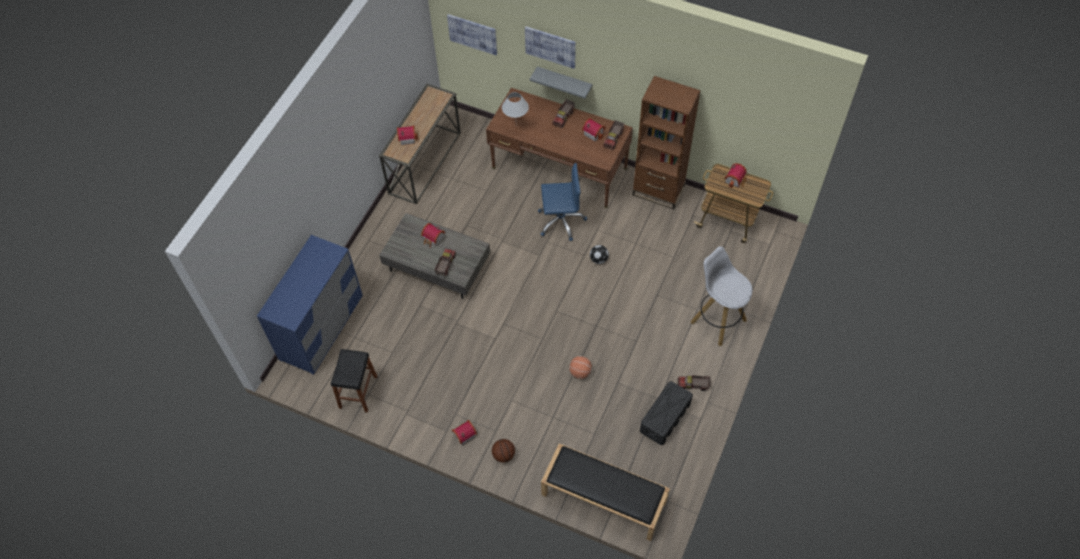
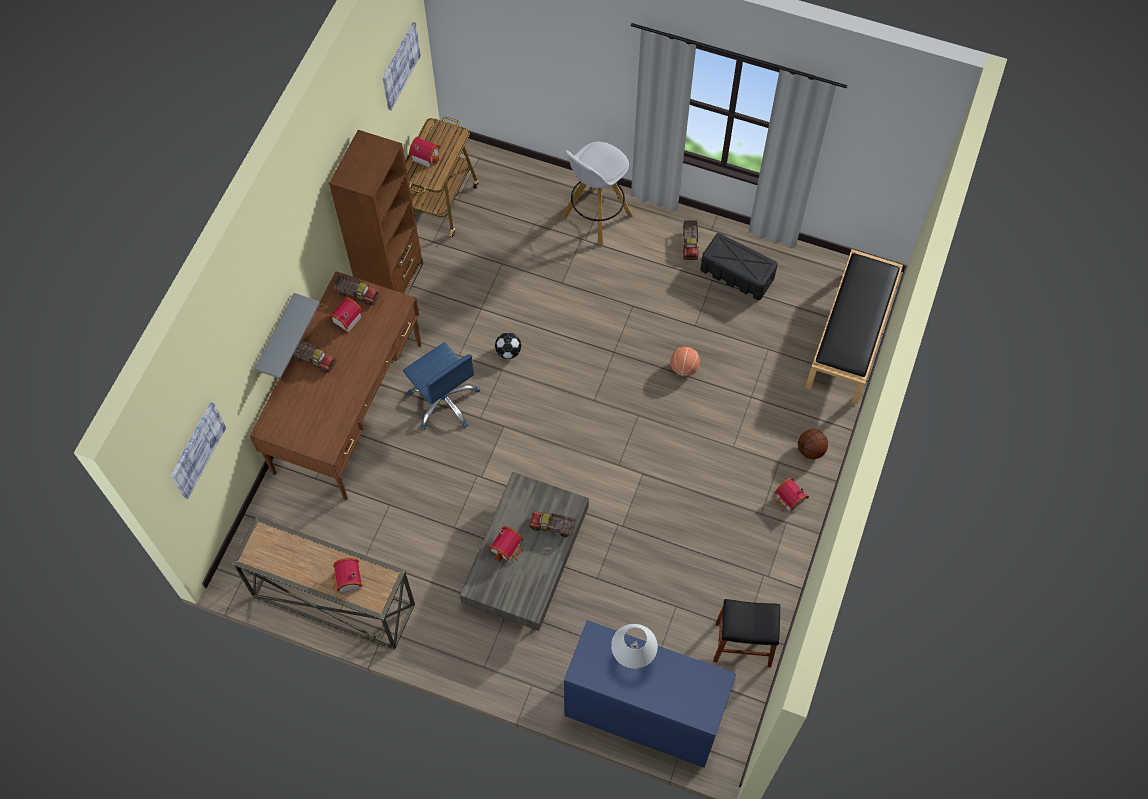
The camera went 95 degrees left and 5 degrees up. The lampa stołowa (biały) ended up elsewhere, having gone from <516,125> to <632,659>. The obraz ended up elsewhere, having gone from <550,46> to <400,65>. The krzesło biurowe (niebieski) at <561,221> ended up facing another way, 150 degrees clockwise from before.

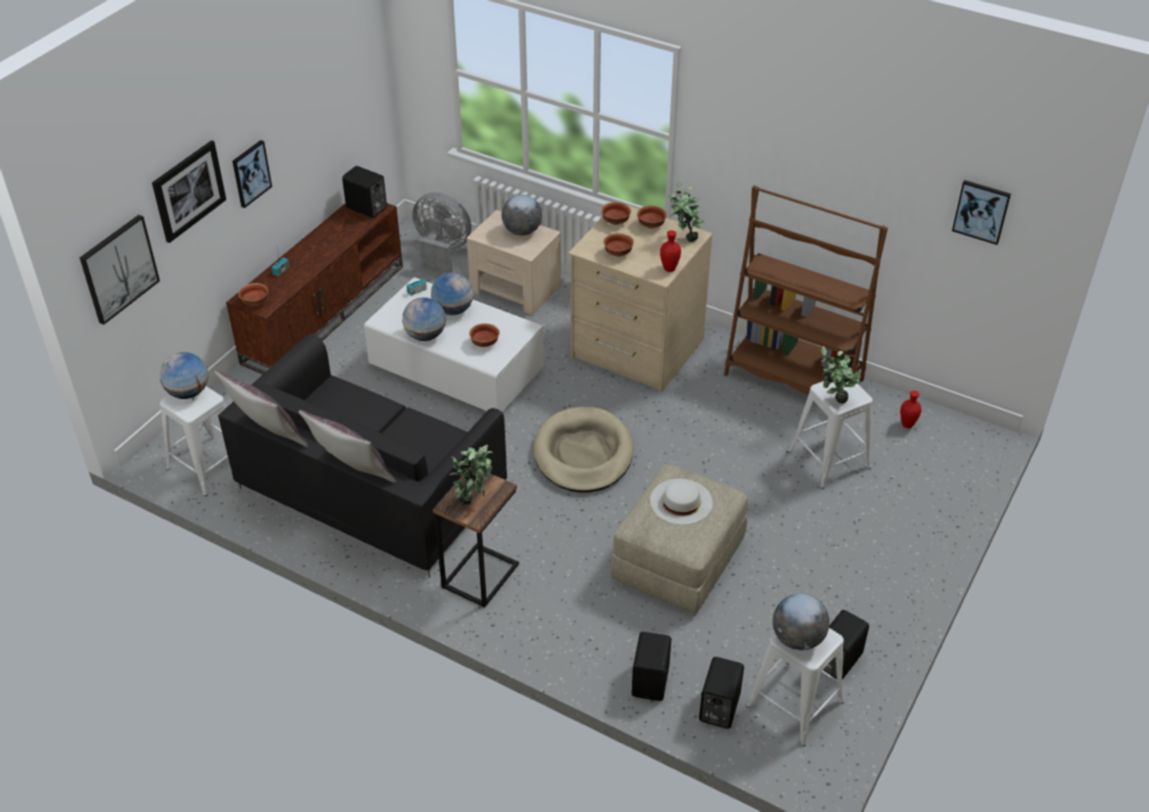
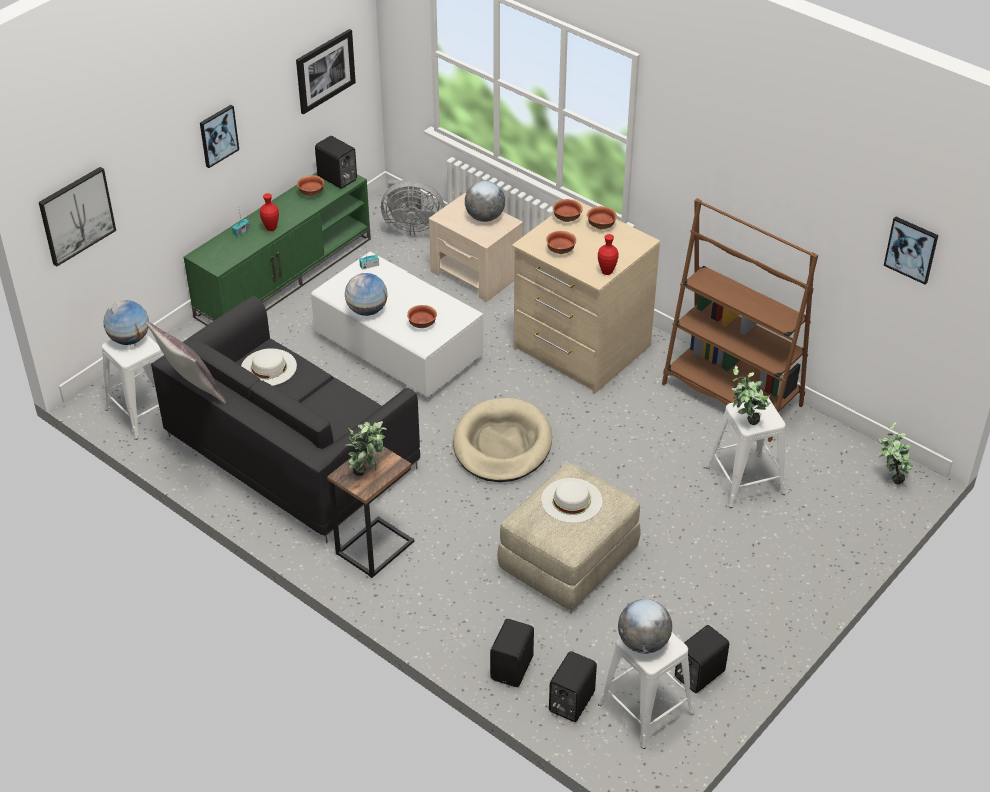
The camera went 10 degrees right and 0 degrees up. The second view lost the poduszka (szary) at <352,475>. The second view lost the globus at <453,310>. The second view gained the kapelusz (biały) at <268,367>. The obraz ended up elsewhere, having gone from <188,190> to <325,70>. The miska ended up elsewhere, having gone from <254,303> to <311,193>. The roślina doniczkowa ended up elsewhere, having gone from <684,238> to <890,479>. The wazon (czerwony) ended up elsewhere, having gone from <907,425> to <271,228>. What was the szafka pod telewizor (brązowy) at <324,312> turned into the szafka pod telewizor (zielony) at <284,276>. The wentylator (szary) at <442,252> ended up facing another way, 150 degrees clockwise from before.

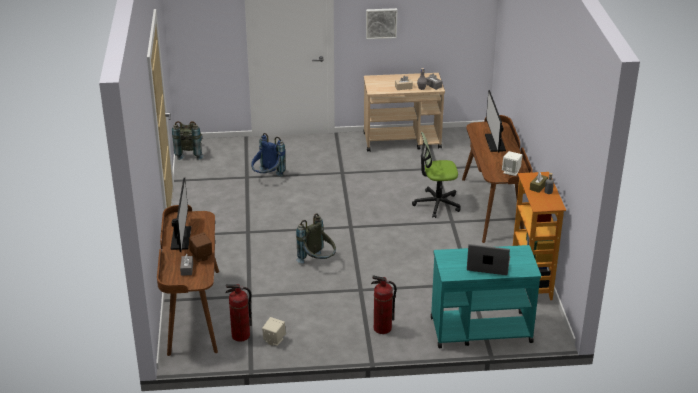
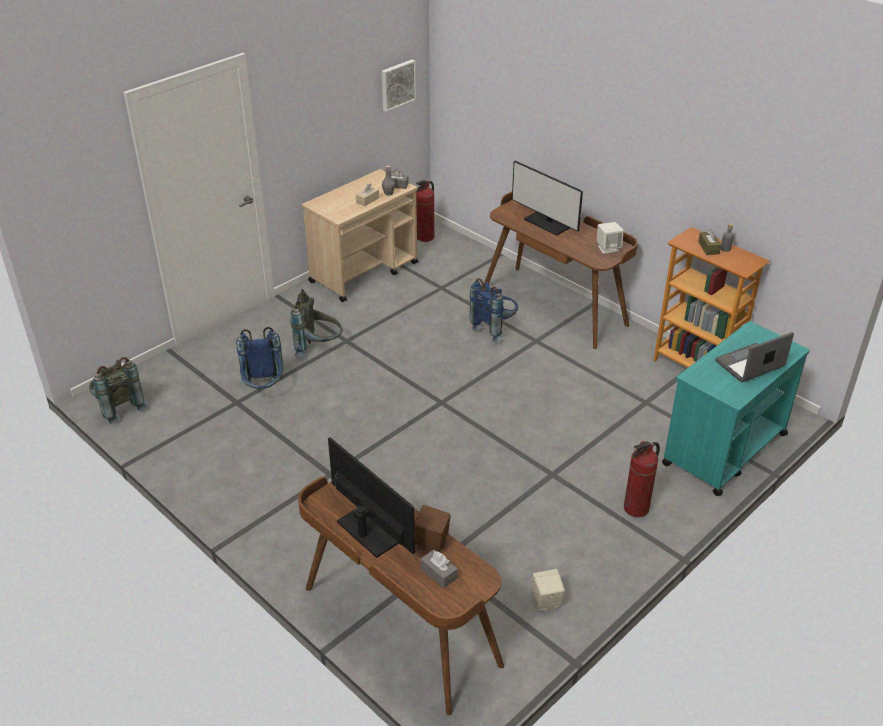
The camera went 40 degrees left and 5 degrees up. The gaśnica ended up elsewhere, having gone from <240,336> to <425,237>. The plecak (szary) ended up elsewhere, having gone from <318,262> to <318,348>. The obraz ended up elsewhere, having gone from <381,23> to <397,84>. Where the krzesło biurowe stood at <436,204>, the plecak (niebieski) came to stand at <495,328>.

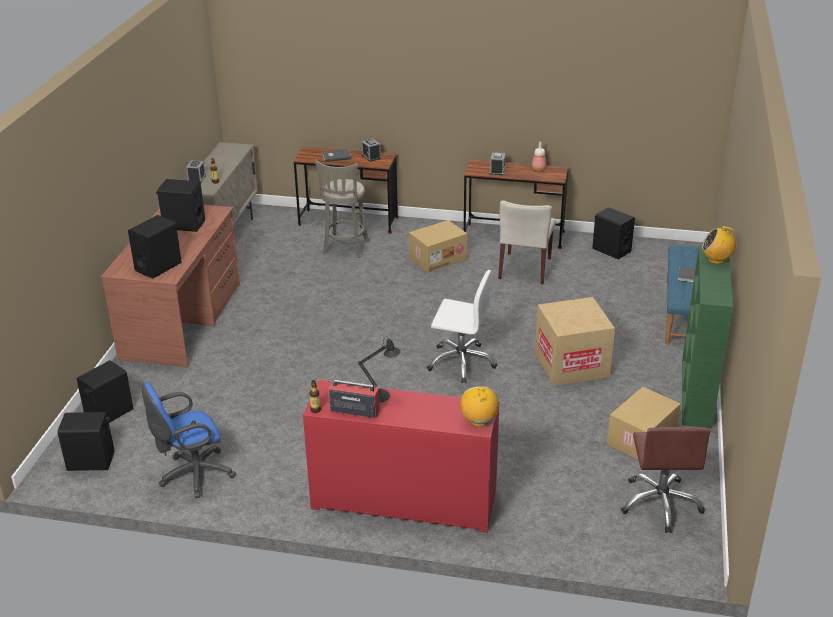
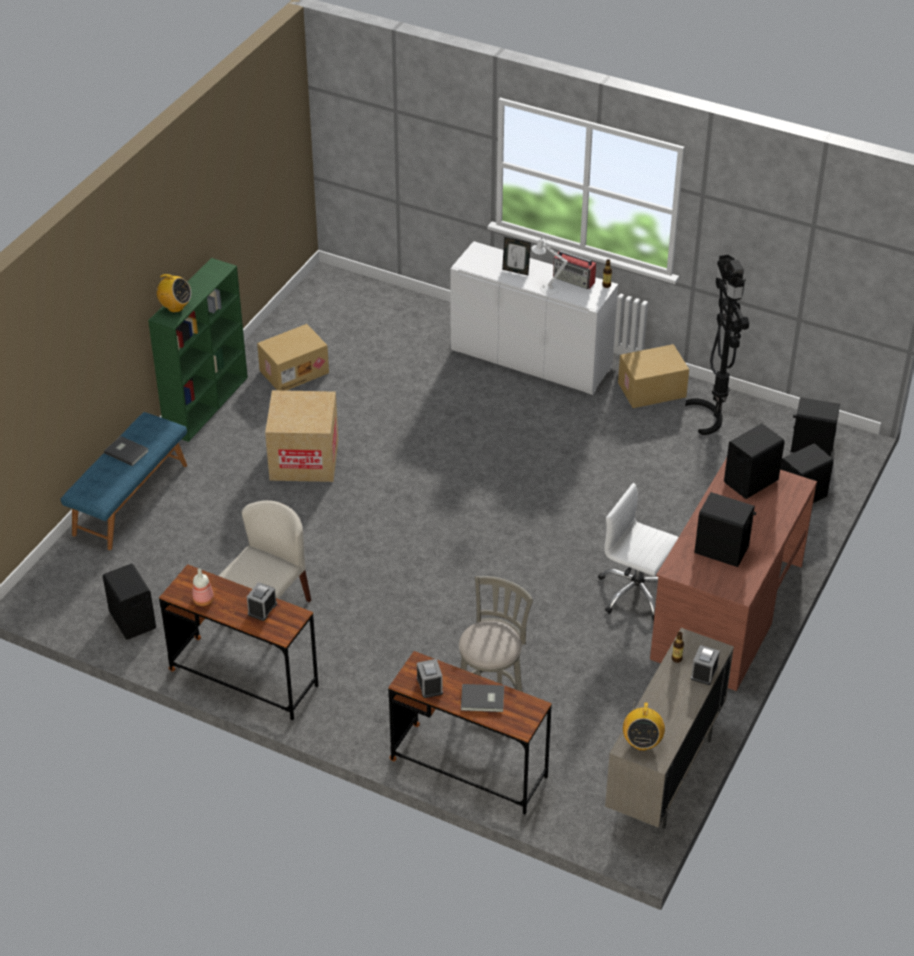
The camera went 165 degrees left and 10 degrees up. The second view lost the krzesło biurowe (brązowy) at <660,503>. The second view gained the ramka na zdjęcie at <516,271>. The karton ended up elsewhere, having gone from <438,258> to <651,390>. The krzesło biurowe (biały) ended up elsewhere, having gone from <461,362> to <636,592>. The radio ended up elsewhere, having gone from <479,421> to <642,742>. Where the krzesło biurowe (niebieski) stood at <193,475>, the lampa stojąca (czarny) came to stand at <714,415>. What was the szafka (czerwony) at <404,501> turned into the szafka (biały) at <531,359>. What was the lampa stołowa (czarny) at <382,395> turned into the lampa stołowa (biały) at <546,288>.

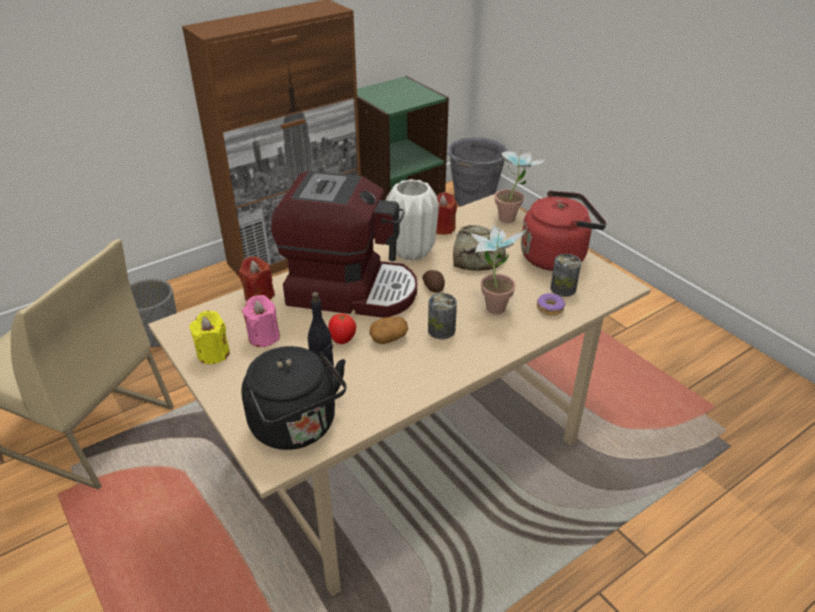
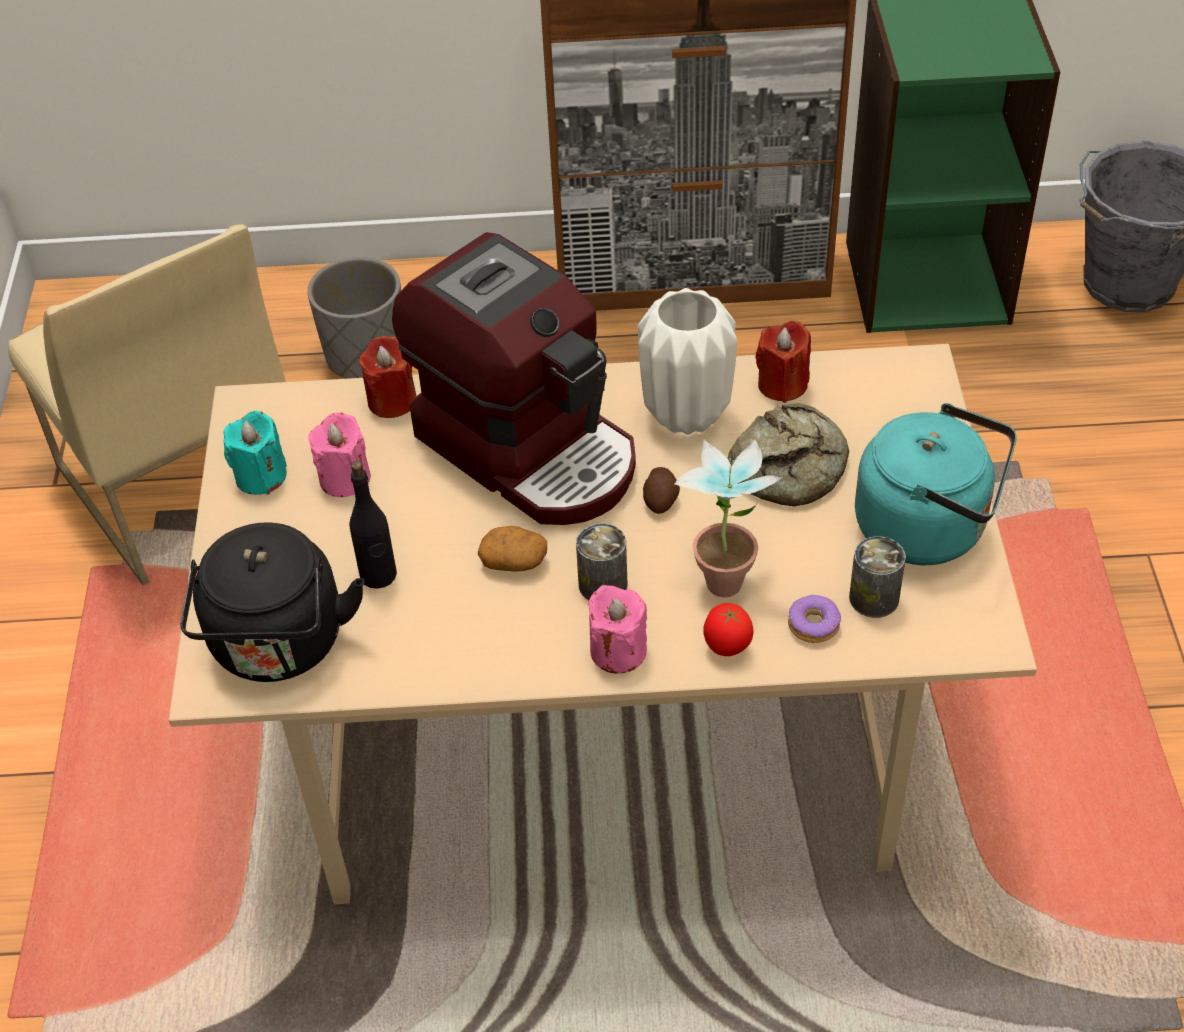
The camera went 35 degrees right and 10 degrees up. The second view lost the roślina doniczkowa at <512,217>. The second view gained the świeca (różowy) at <618,651>. The pomidor ended up elsewhere, having gone from <342,340> to <727,648>. What was the świeca (żółty) at <213,353> turned into the świeca (turkusowy) at <261,476>. What was the czajnik (czerwony) at <556,256> turned into the czajnik (turkusowy) at <929,528>.

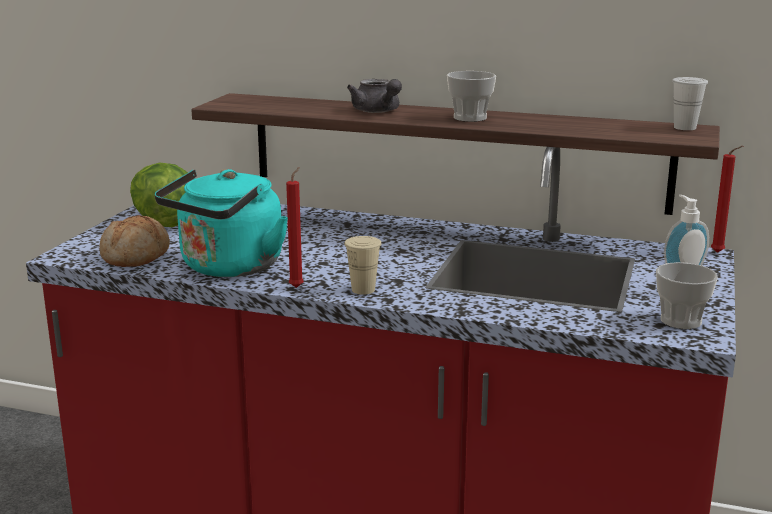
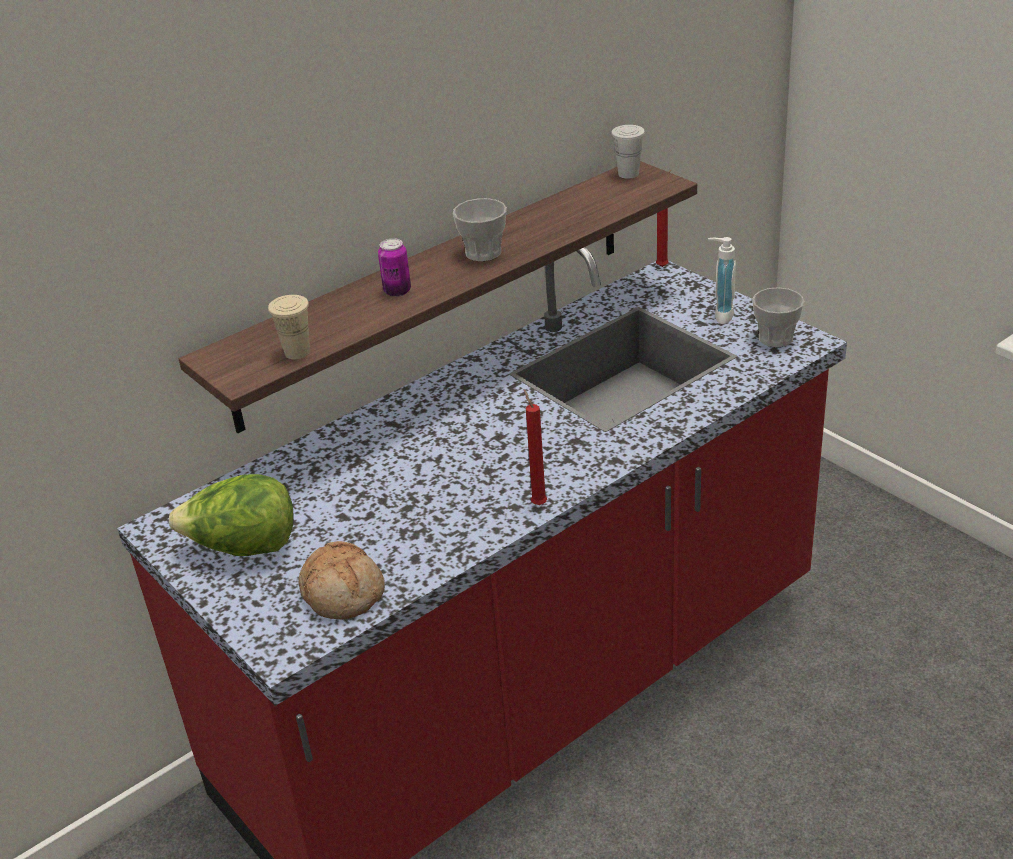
The camera went 55 degrees left and 15 degrees up. The second view lost the czajnik (turkusowy) at <228,268>. The filiżanka (beżowy) ended up elsewhere, having gone from <363,290> to <297,352>. Where the imbryk (szary) stood at <378,111>, the puszka came to stand at <397,291>.

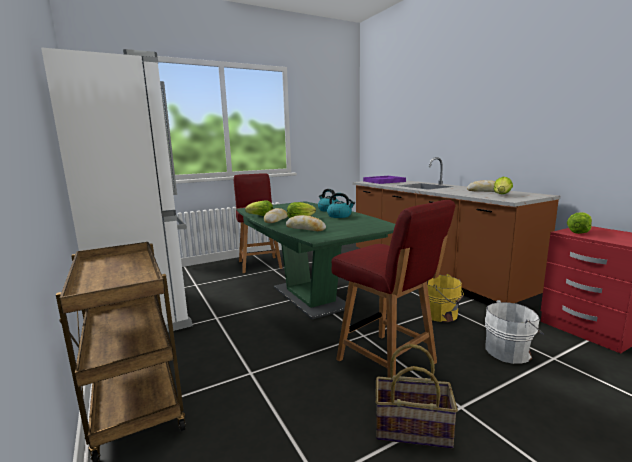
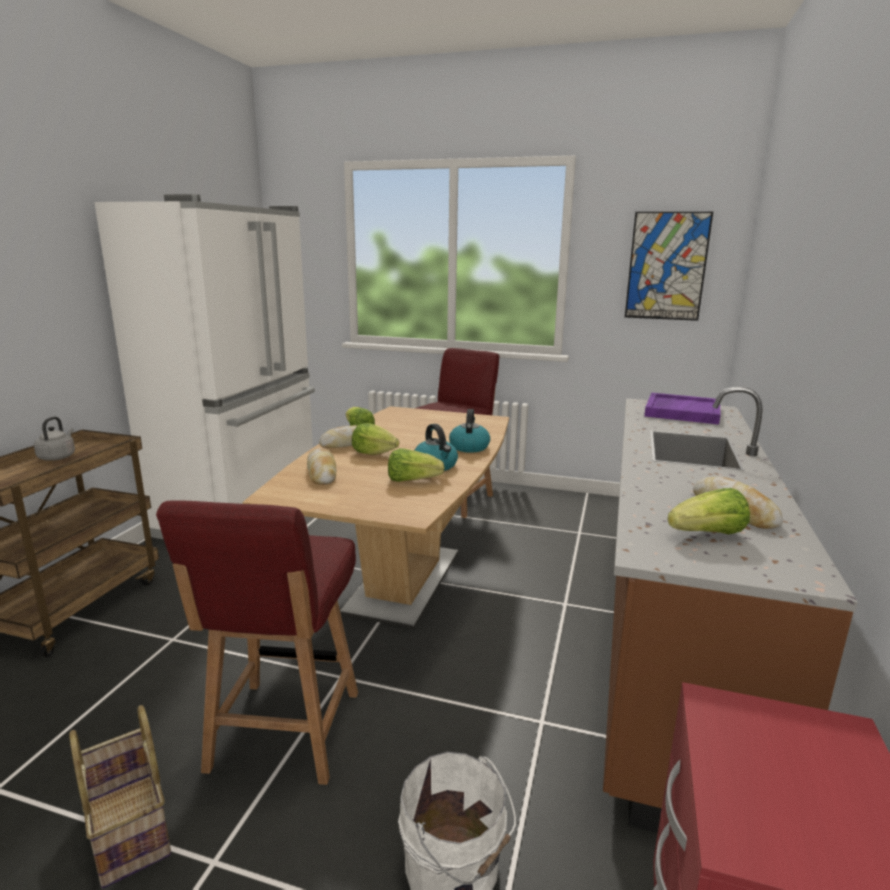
The camera went 45 degrees right and 5 degrees up. The second view lost the wiadro (żółty) at <441,314>. The second view gained the czajnik (szary) at <58,457>. The second view gained the obraz at <667,266>. The sałata ended up elsewhere, having gone from <579,231> to <412,480>. What was the stół jadalny (zielony) at <310,297> turned into the stół jadalny (brązowy) at <404,581>.

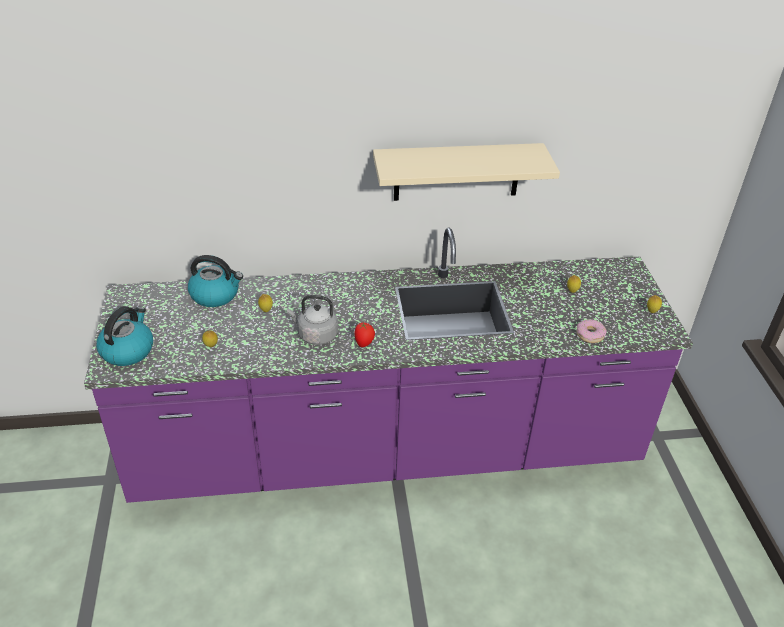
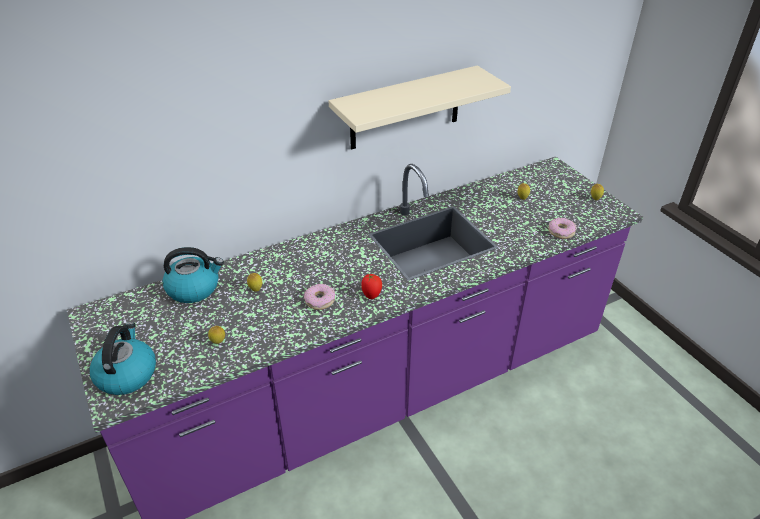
The camera went 20 degrees left and 0 degrees up. Where the czajnik (szary) stood at <315,335>, the donut came to stand at <320,300>.

